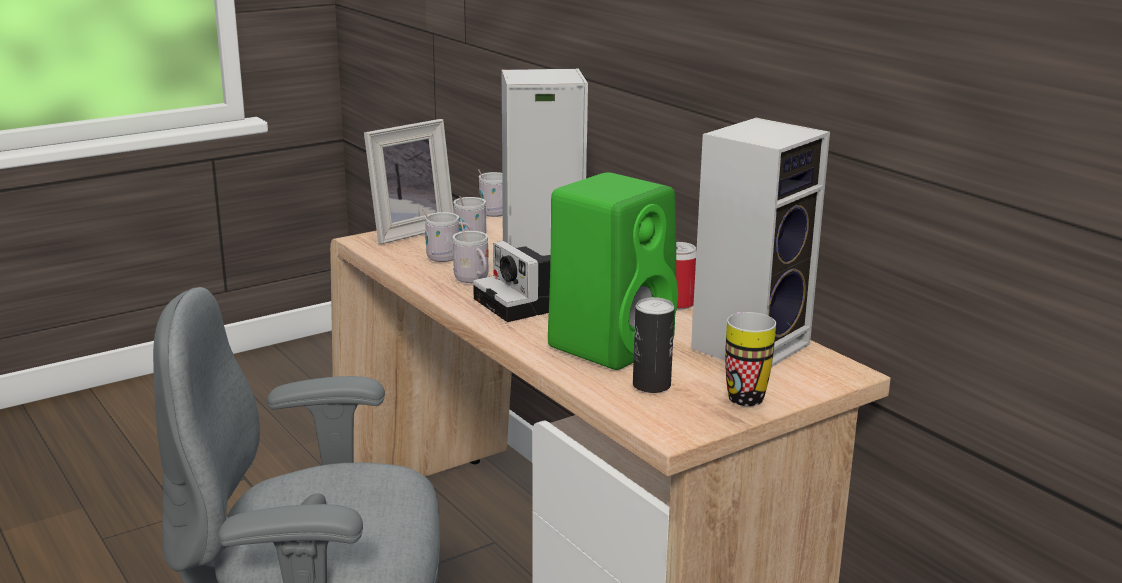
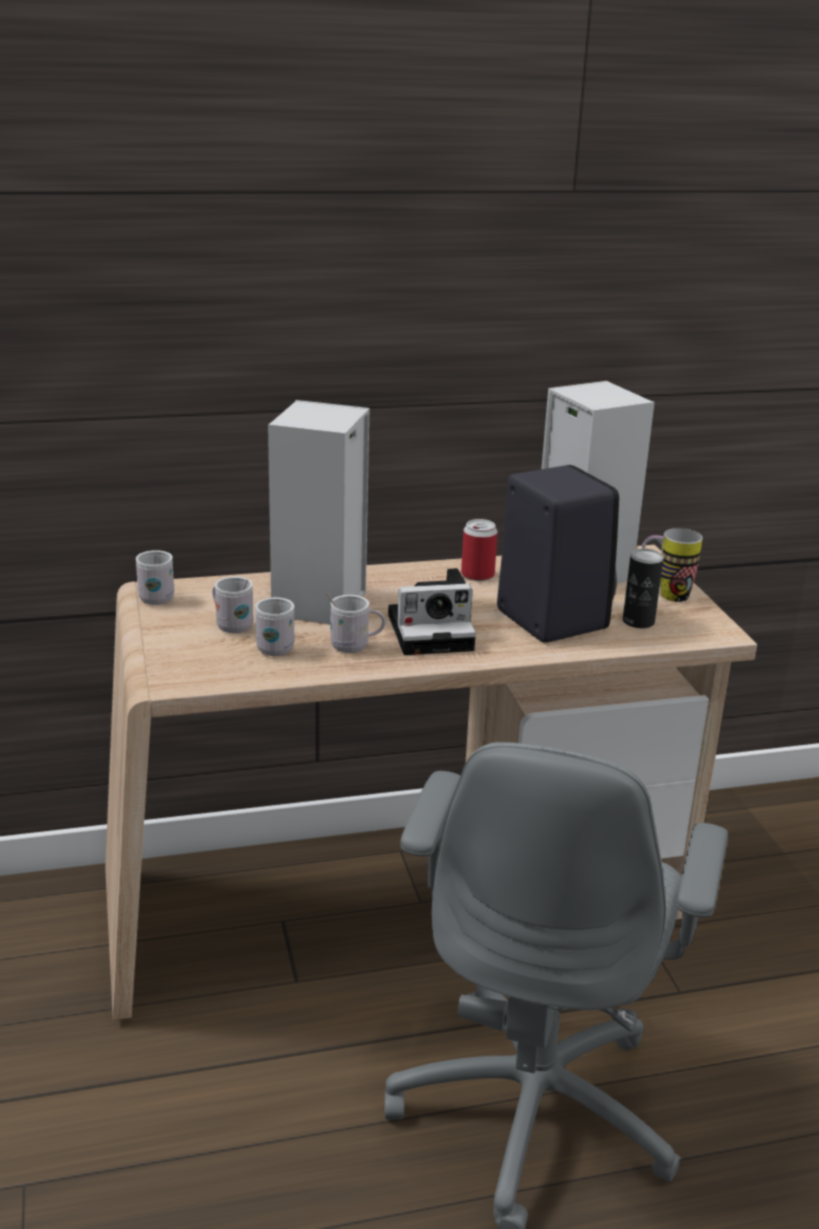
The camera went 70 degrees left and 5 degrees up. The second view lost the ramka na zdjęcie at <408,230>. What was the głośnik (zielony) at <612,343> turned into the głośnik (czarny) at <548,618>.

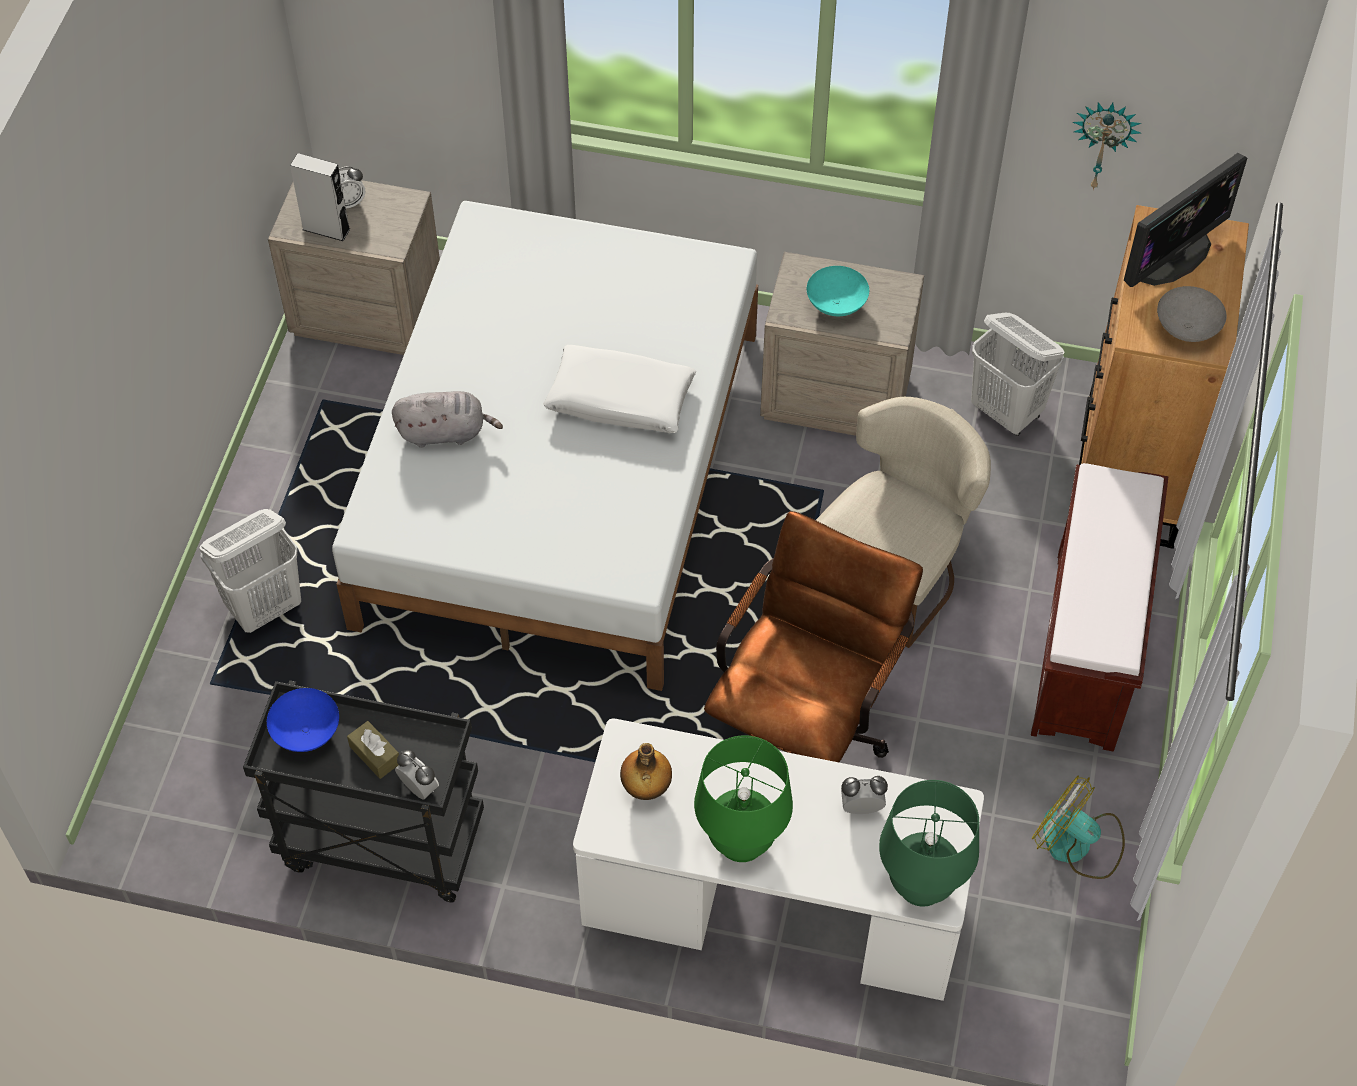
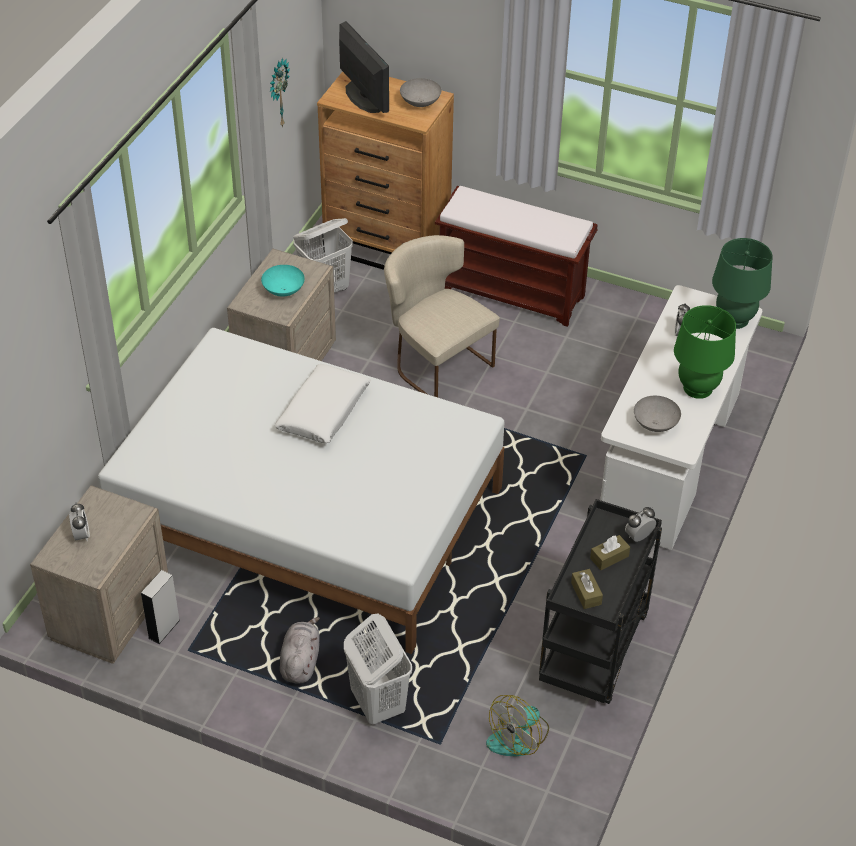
The camera went 80 degrees left and 10 degrees down. The second view lost the krzesło biurowe (brązowy) at <804,728>. The głośnik (szary) ended up elsewhere, having gone from <326,229> to <164,629>. The pluszak (szary) ended up elsewhere, having gone from <445,432> to <300,661>. The wentylator ended up elsewhere, having gone from <1077,844> to <518,737>. Where the miska (niebieski) stood at <305,733>, the pudełko chusteczek (brązowy) came to stand at <586,593>. Where the butelka stood at <645,788>, the miska (szary) came to stand at <655,425>.

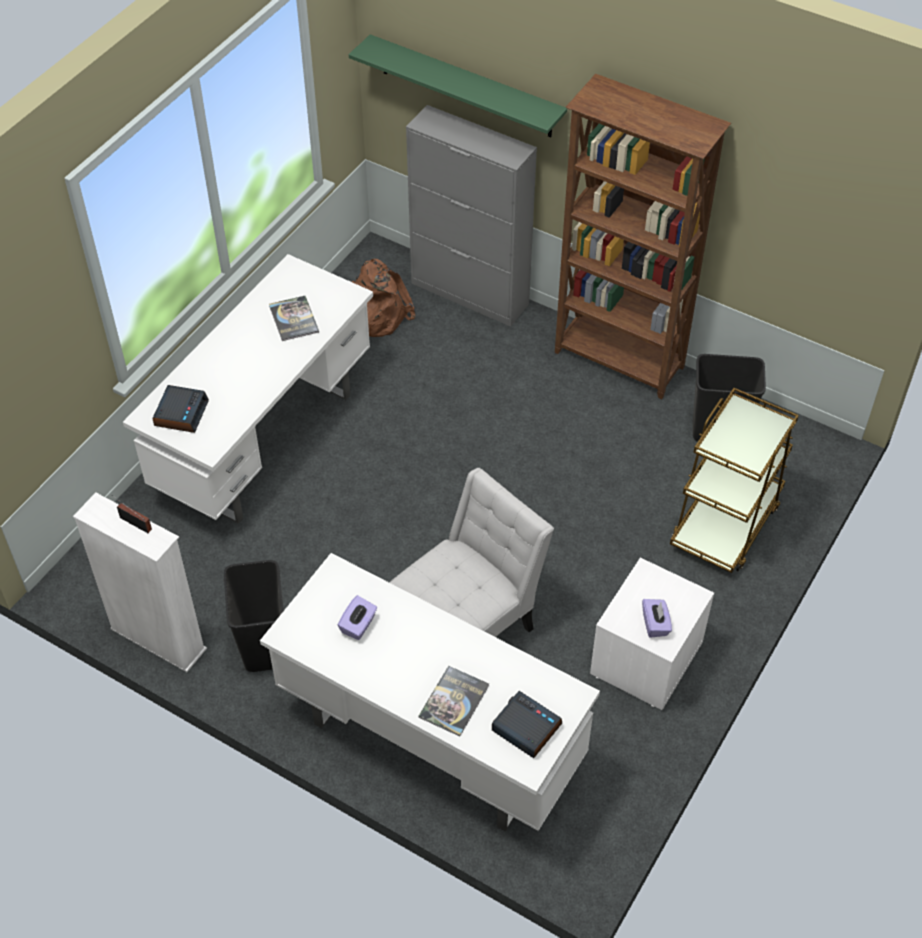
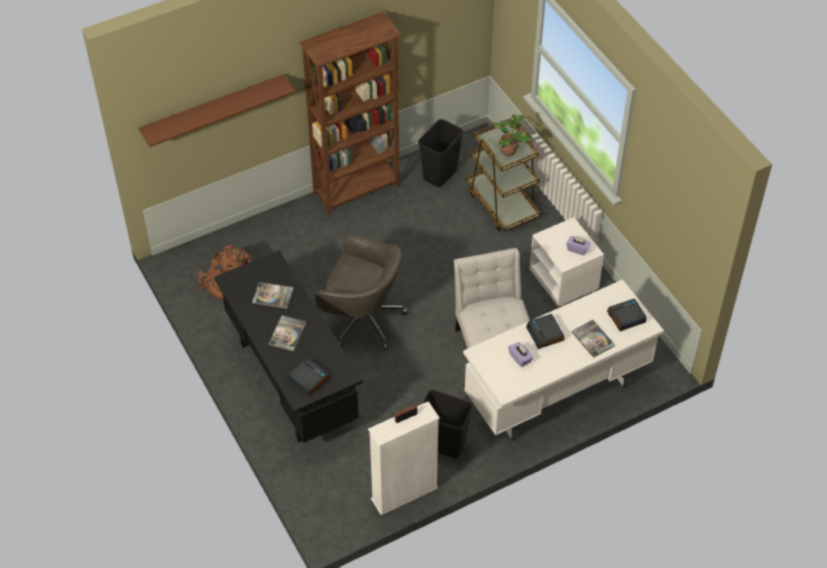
The camera went 60 degrees left and 0 degrees up. The second view lost the szafka (szary) at <470,294>. The second view gained the książka at <287,333>. The second view gained the krzesło biurowe (szary) at <362,320>. The second view gained the roślina doniczkowa at <509,150>. The second view gained the budzik at <545,334>. What was the biurko (biały) at <265,441> turned into the biurko (czarny) at <291,381>. What was the półka (zielony) at <466,87> turned into the półka (brązowy) at <213,110>.

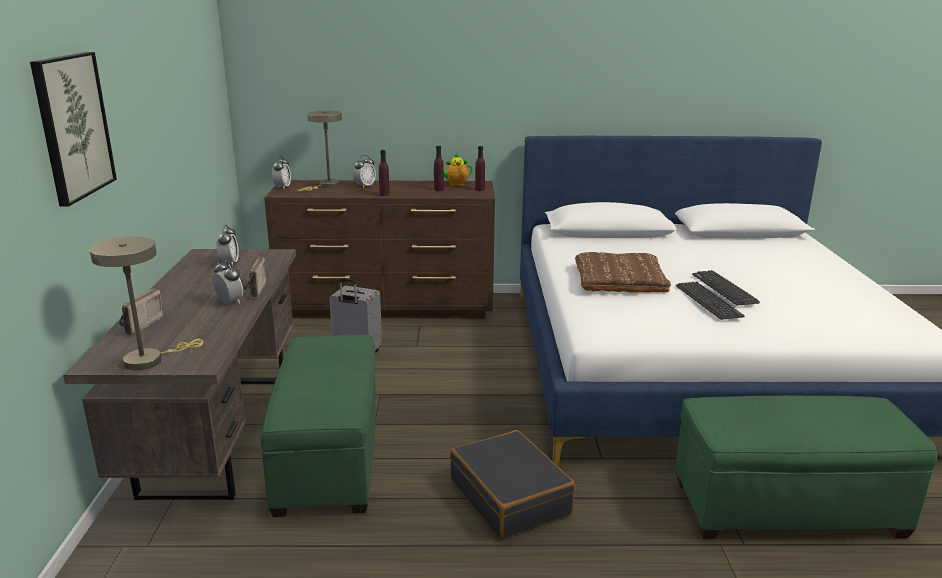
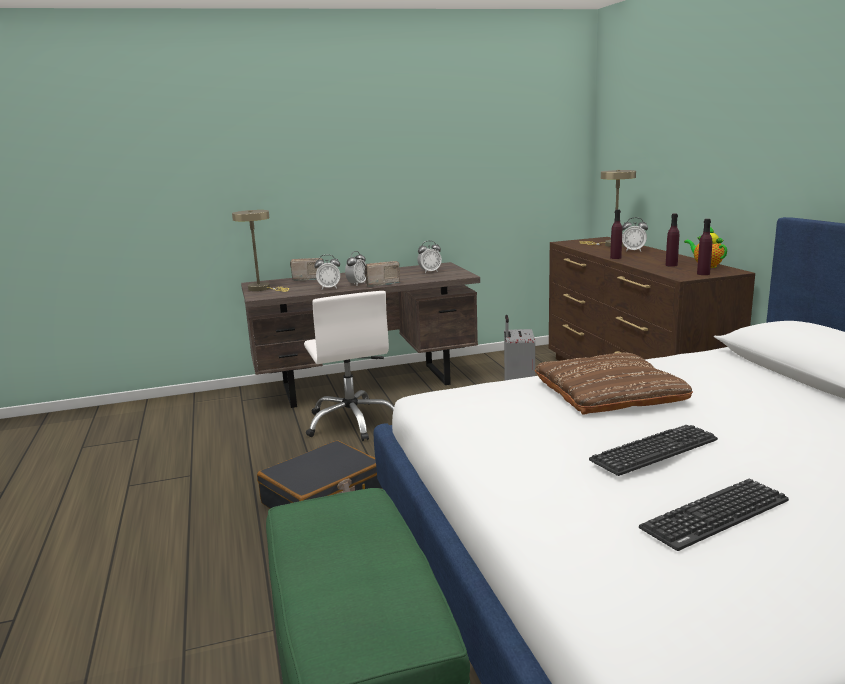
The camera went 75 degrees right and 5 degrees down. The second view lost the obraz at <73,126>. The budzik ended up elsewhere, having gone from <282,187> to <329,288>. The klawiatura ended up elsewhere, having gone from <708,301> to <715,514>. Where the pufa (zielony) stood at <329,457>, the krzesło biurowe (biały) came to stand at <352,422>.

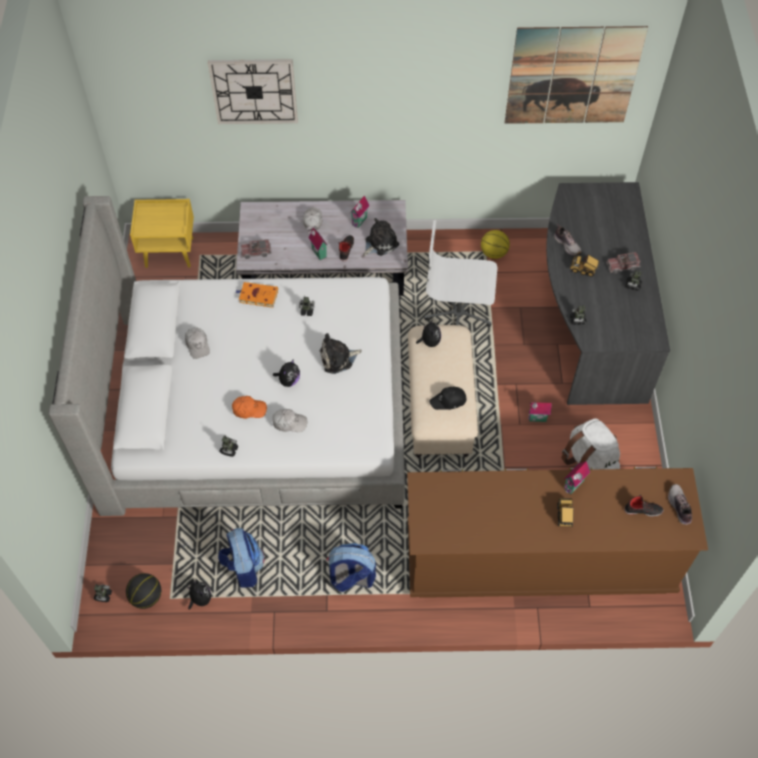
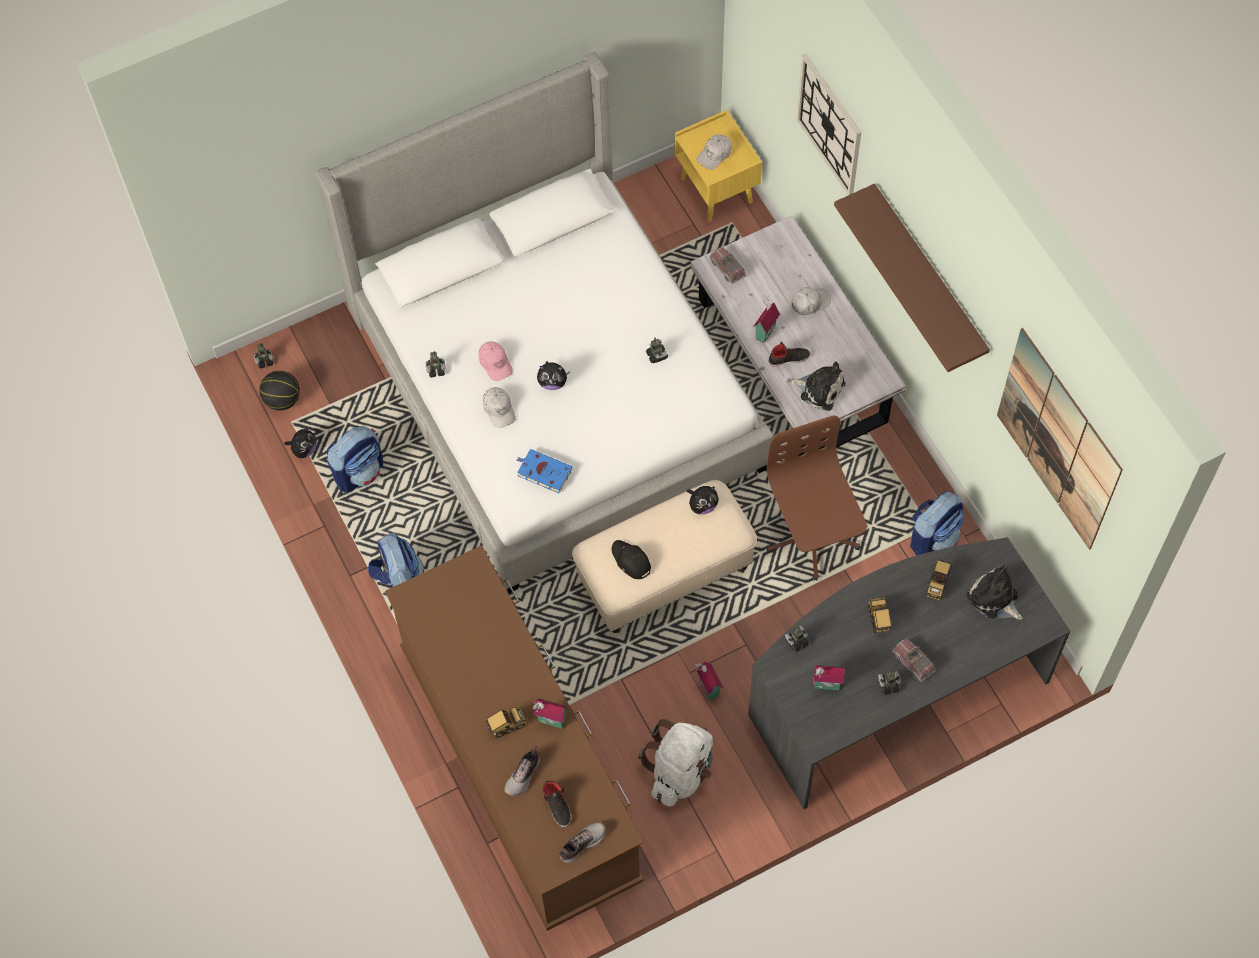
The camera went 65 degrees right and 5 degrees up. The second view lost the książka (pomarańczowy) at <257,296>. The second view gained the książka (niebieski) at <543,472>. The second view gained the półka (brązowy) at <928,276>. The second view gained the ciężarówka zabawkowa at <937,584>. The czapka z daszkiem (biały) ended up elsewhere, having gone from <197,345> to <714,154>. The pluszak ended up elsewhere, having gone from <338,358> to <994,599>. The domek ended up elsewhere, having gone from <360,222> to <826,686>. The but ended up elsewhere, having gone from <567,245> to <523,775>. Where the piłka do koszykówki stood at <493,253>, the plecak came to stand at <933,537>. What was the czapka z daszkiem (pomarańczowy) at <249,409> turned into the czapka z daszkiem (różowy) at <495,363>. What was the krzesło biurowe (biały) at <458,314> turned into the krzesło biurowe (brązowy) at <811,537>.

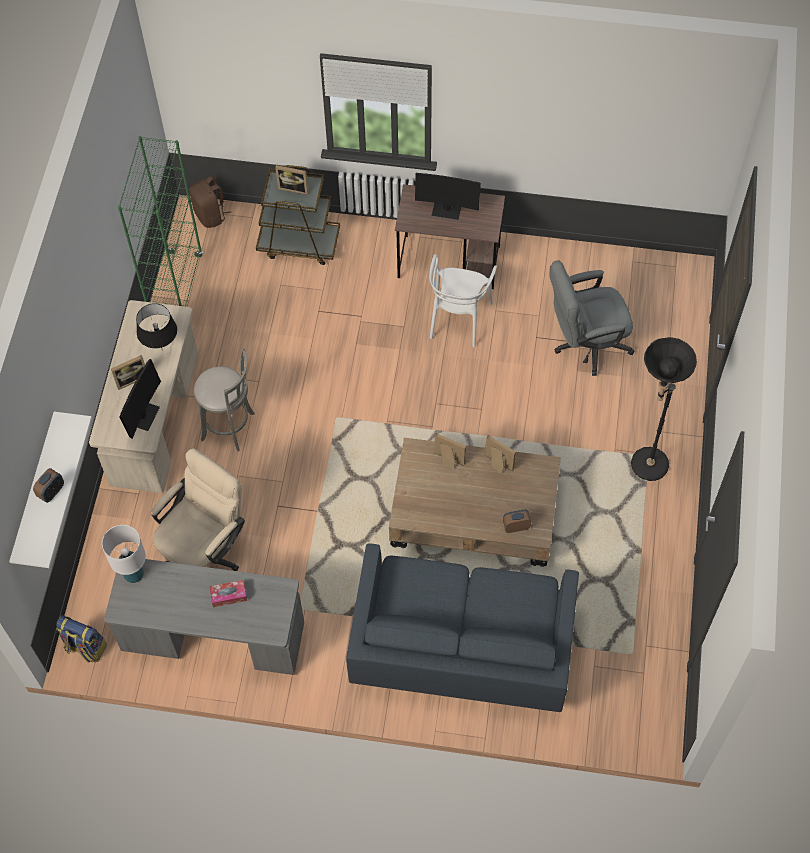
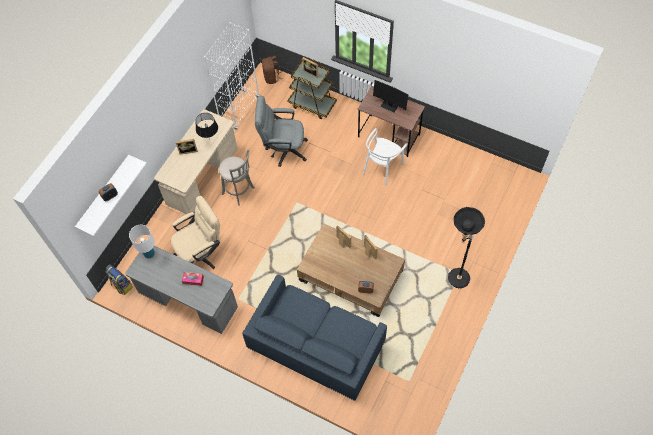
The camera went 20 degrees right and 0 degrees up. The second view lost the monitor at <143,416>. The krzesło biurowe (szary) ended up elsewhere, having gone from <585,344> to <283,149>. What was the regał (zielony) at <176,287> turned into the regał (biały) at <239,110>.

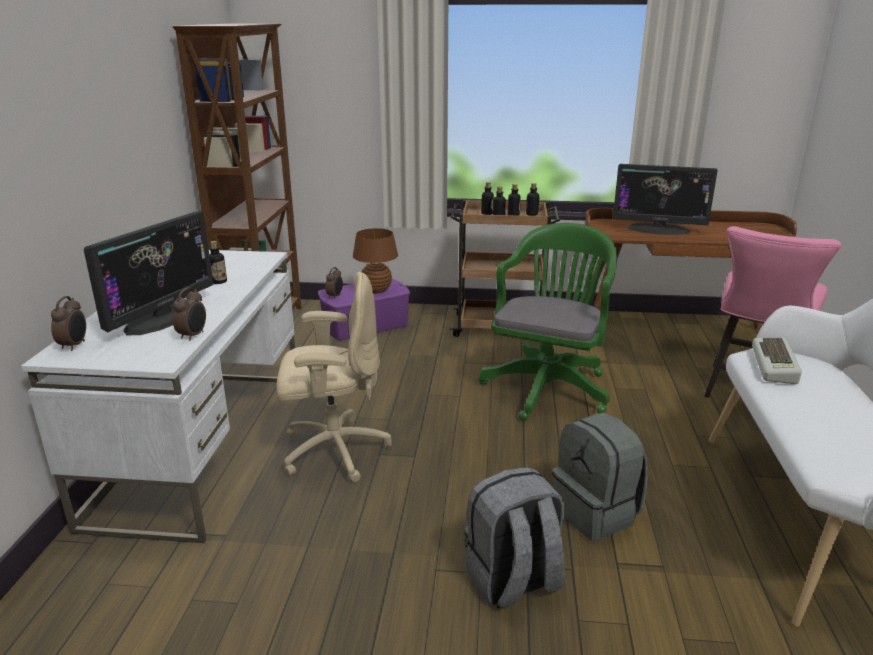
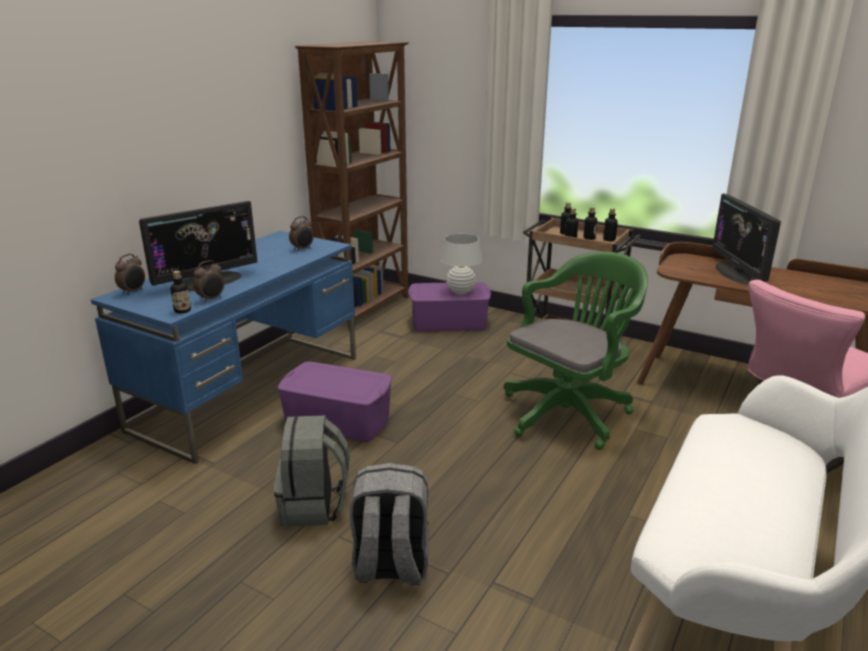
The camera went 25 degrees right and 0 degrees up. The second view lost the klawiatura at <776,366>. The butelka ended up elsewhere, having gone from <218,281> to <182,310>. The budzik ended up elsewhere, having gone from <335,296> to <303,249>. The plecak (szary) ended up elsewhere, having gone from <597,513> to <314,506>. Where the krzesło biurowe (beżowy) stood at <333,450>, the pojemnik do przechowywania (fioletowy) came to stand at <338,421>. What was the biurko (biały) at <204,444> turned into the biurko (niebieski) at <251,392>. What was the lampa stołowa (brązowy) at <376,290> turned into the lampa stołowa (biały) at <461,292>. The monitor at <658,229> ended up facing another way, 45 degrees clockwise from before.

